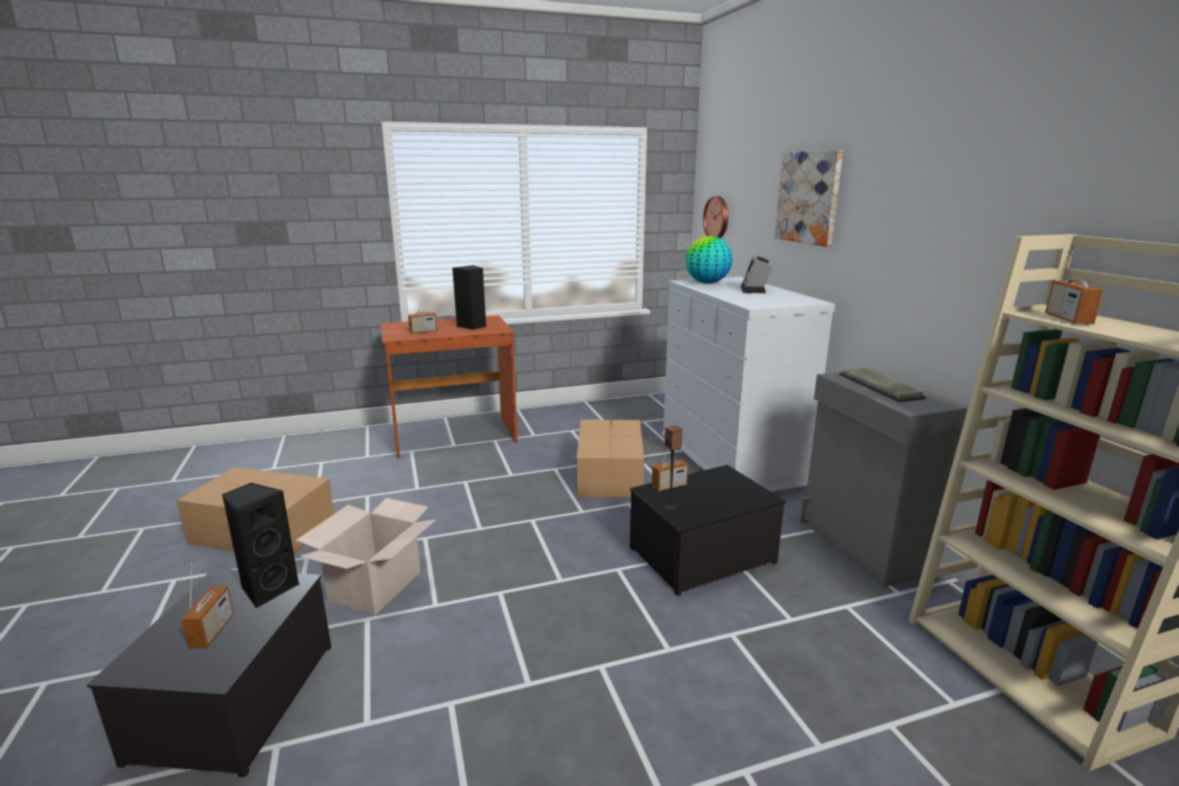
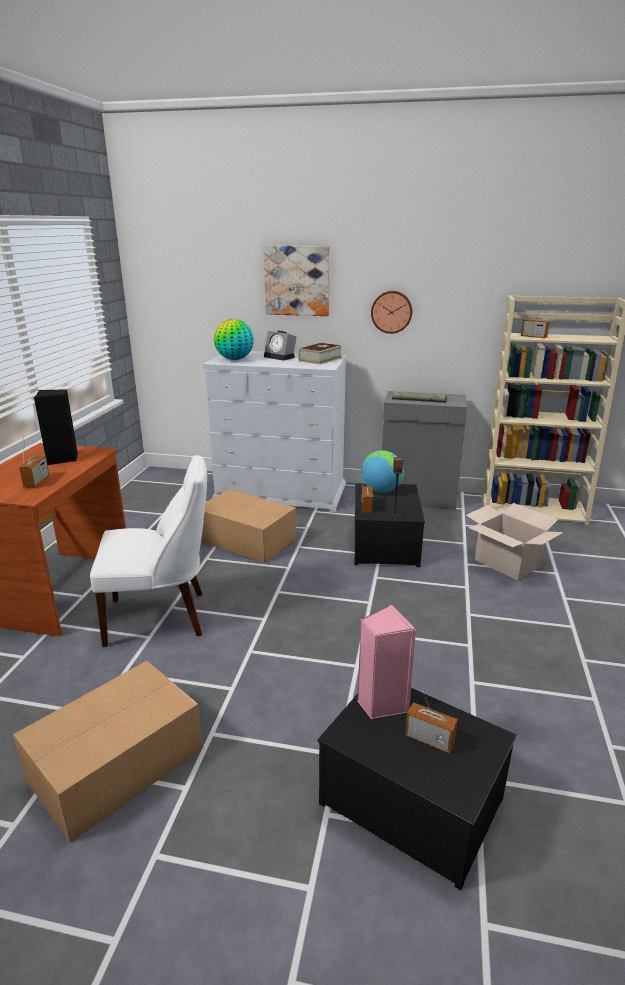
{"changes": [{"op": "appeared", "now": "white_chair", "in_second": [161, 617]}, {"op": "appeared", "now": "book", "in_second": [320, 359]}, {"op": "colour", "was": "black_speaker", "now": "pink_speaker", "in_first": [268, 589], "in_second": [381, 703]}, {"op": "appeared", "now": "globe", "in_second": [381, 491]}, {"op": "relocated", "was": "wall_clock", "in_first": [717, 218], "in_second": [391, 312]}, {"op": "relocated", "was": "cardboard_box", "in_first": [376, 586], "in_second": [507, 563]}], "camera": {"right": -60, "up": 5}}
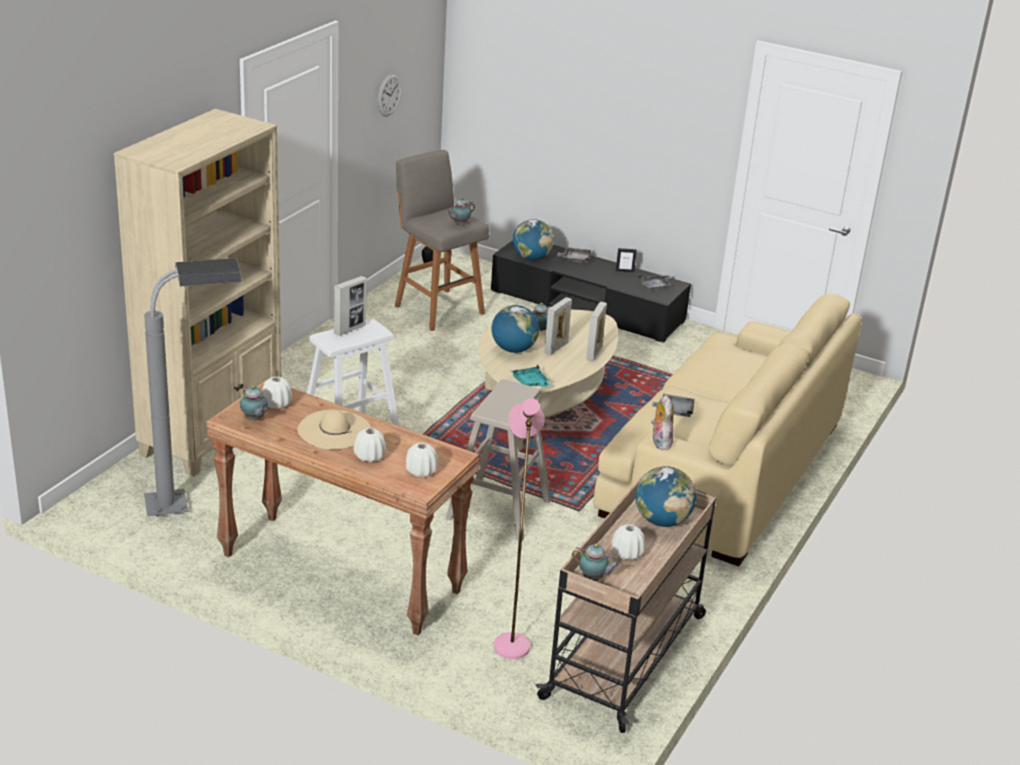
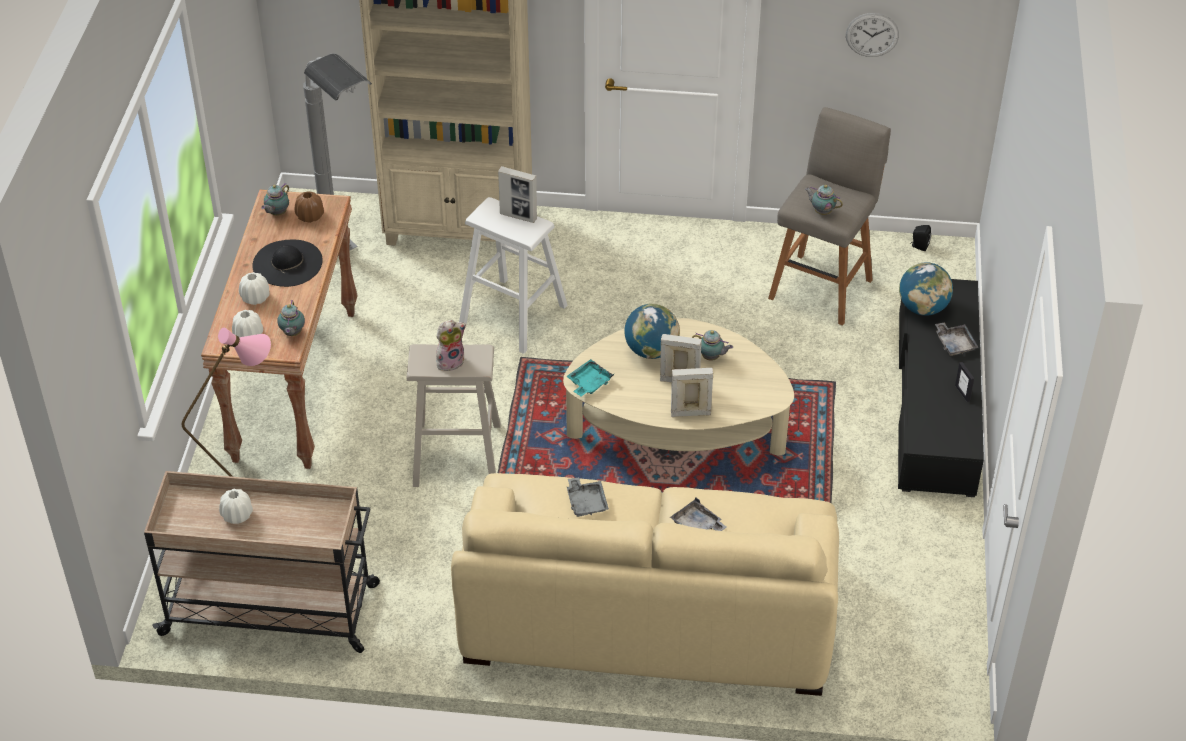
{"changes": [{"op": "colour", "was": "beige_hat", "now": "black_hat", "in_first": [334, 430], "in_second": [287, 263]}, {"op": "relocated", "was": "teapot", "in_first": [593, 579], "in_second": [292, 333]}, {"op": "colour", "was": "white_vase", "now": "brown_vase", "in_first": [276, 404], "in_second": [310, 216]}, {"op": "relocated", "was": "plush_toy", "in_first": [659, 442], "in_second": [450, 361]}, {"op": "relocated", "was": "grey_tray", "in_first": [655, 287], "in_second": [697, 525]}, {"op": "missing", "was": "globe", "in_first": [662, 521]}], "camera": {"right": 70, "up": 15}}
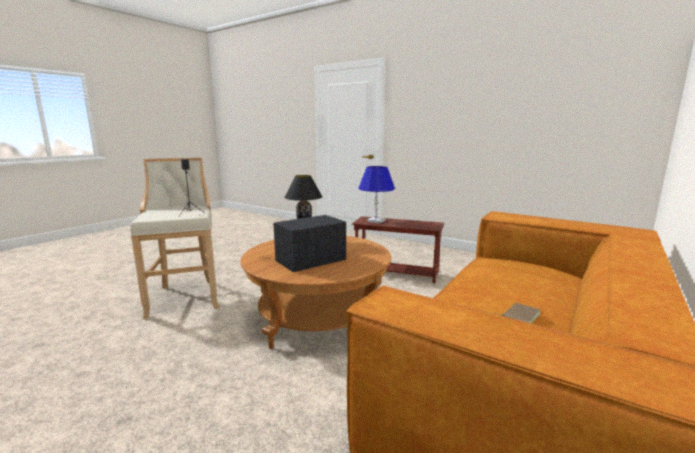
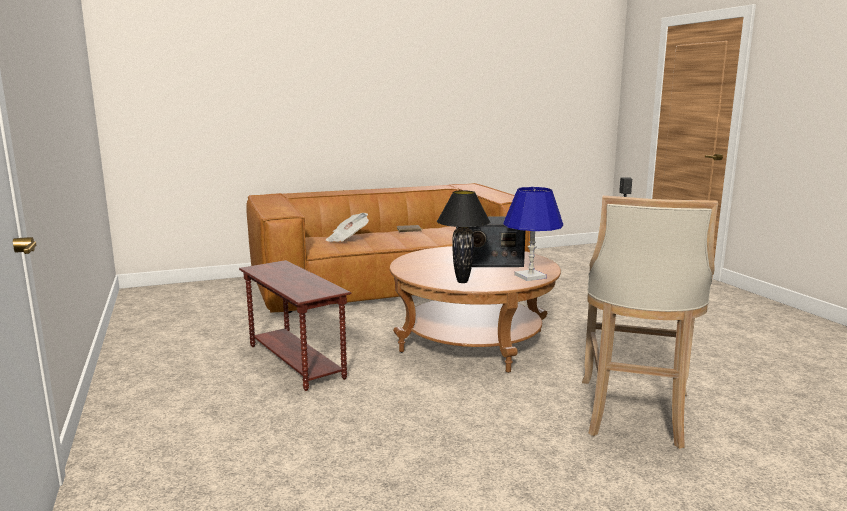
{"changes": [{"op": "appeared", "now": "newspaper", "in_second": [347, 239]}, {"op": "relocated", "was": "blue_table_lamp", "in_first": [376, 221], "in_second": [530, 276]}], "camera": {"right": -145, "up": 0}}
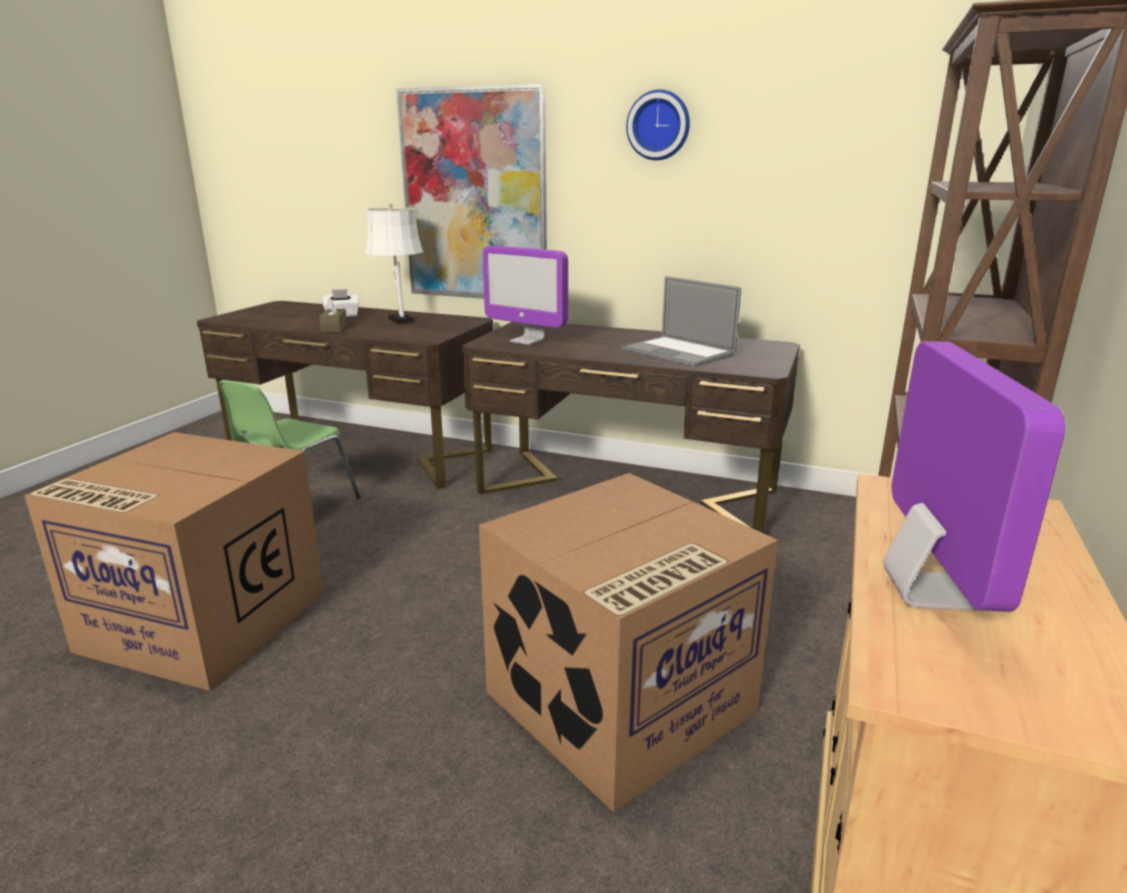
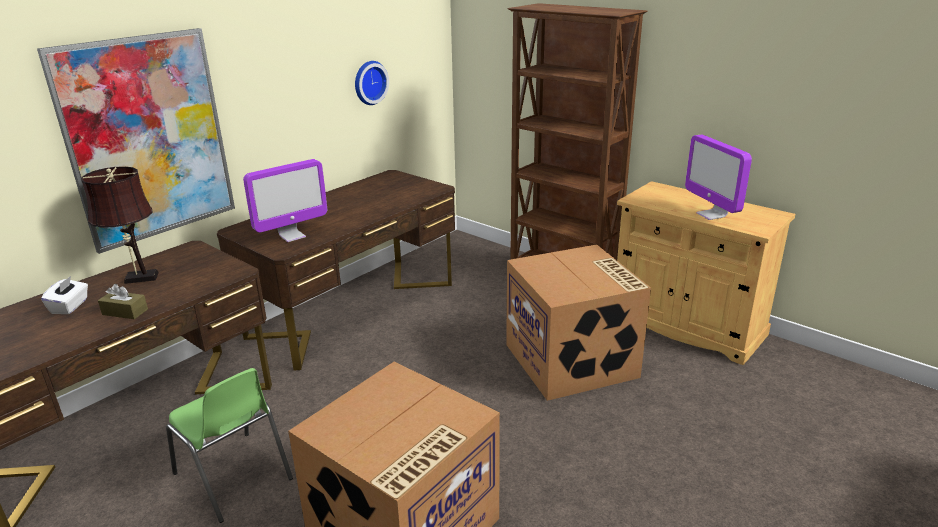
{"changes": [{"op": "colour", "was": "white_table_lamp", "now": "brown_table_lamp", "in_first": [400, 319], "in_second": [138, 278]}, {"op": "relocated", "was": "wall_clock", "in_first": [659, 125], "in_second": [369, 82]}, {"op": "spun", "was": "monitor", "in_first": [926, 591], "in_second": [711, 215], "clockwise": -135}, {"op": "missing", "was": "laptop", "in_first": [678, 352]}], "camera": {"right": -70, "up": 5}}
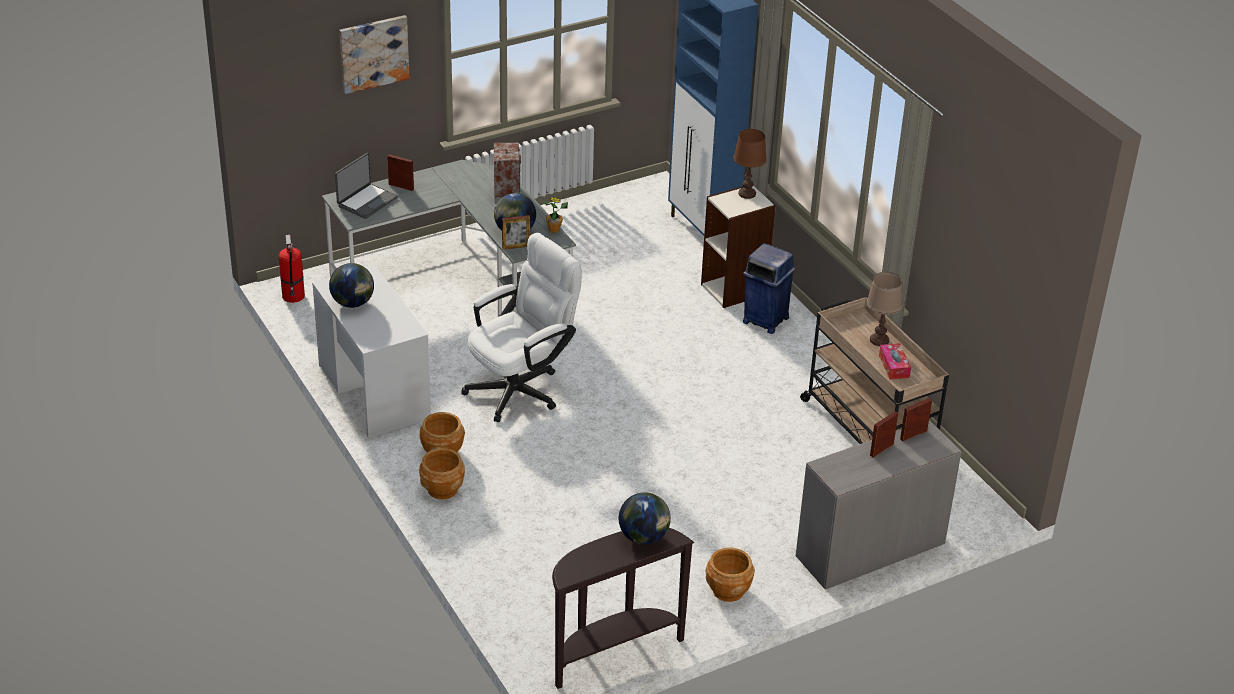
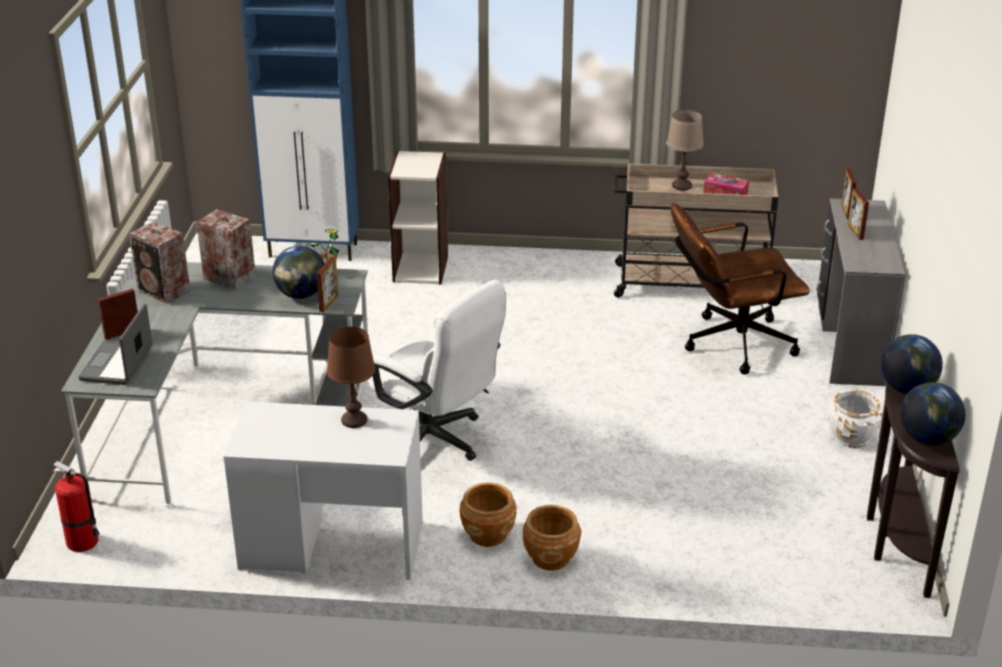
{"changes": [{"op": "spun", "was": "laptop", "in_first": [366, 201], "in_second": [118, 365], "clockwise": -150}, {"op": "appeared", "now": "speaker", "in_second": [164, 291]}, {"op": "relocated", "was": "brown_table_lamp", "in_first": [747, 193], "in_second": [354, 420]}, {"op": "spun", "was": "white_office_chair", "in_first": [522, 388], "in_second": [435, 442], "clockwise": 135}, {"op": "appeared", "now": "brown_office_chair", "in_second": [729, 344]}, {"op": "colour", "was": "brown_planter", "now": "white_planter", "in_first": [728, 590], "in_second": [851, 437]}, {"op": "relocated", "was": "globe", "in_first": [353, 303], "in_second": [928, 438]}, {"op": "missing", "was": "picture", "in_first": [373, 53]}, {"op": "missing", "was": "blue_trash_can", "in_first": [765, 319]}], "camera": {"right": -55, "up": -5}}
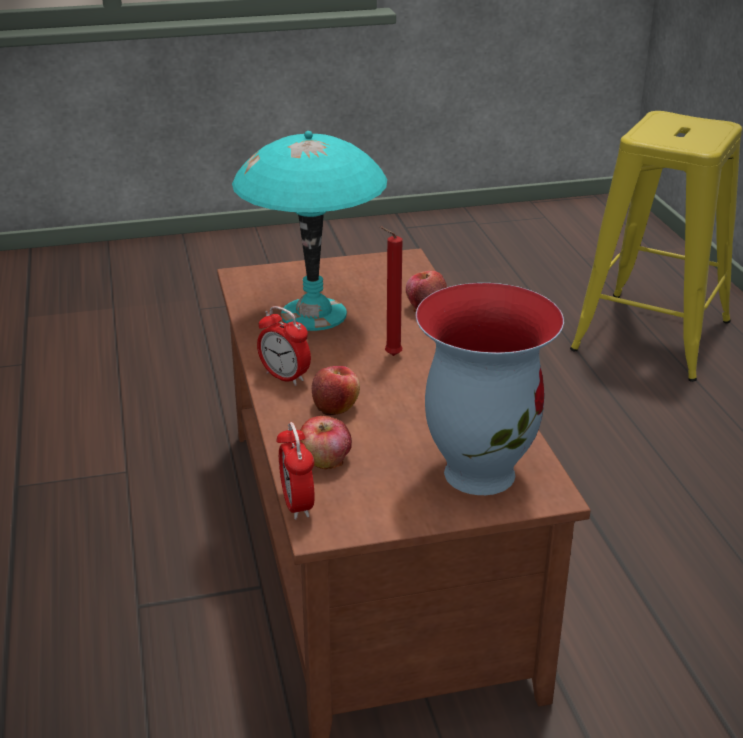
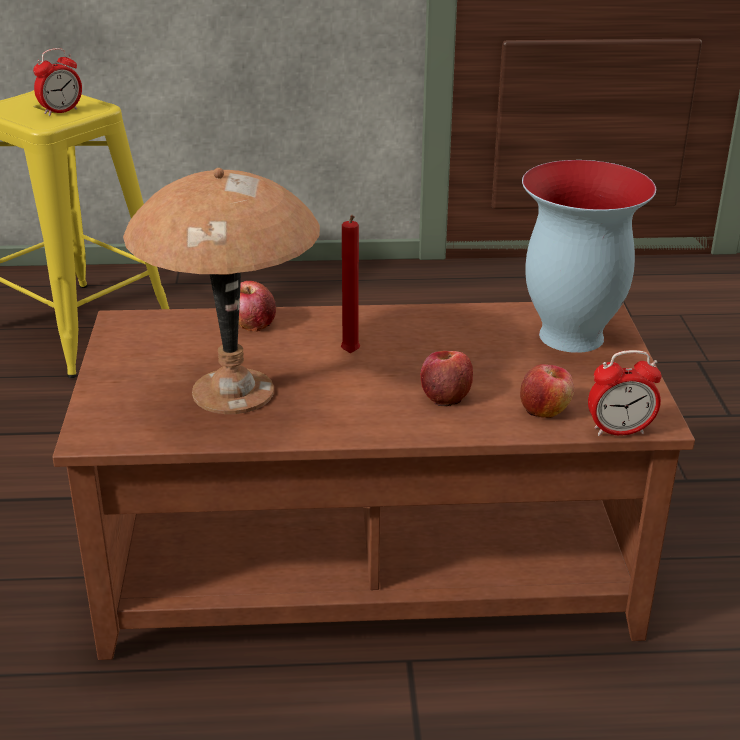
{"changes": [{"op": "relocated", "was": "alarm_clock", "in_first": [285, 377], "in_second": [61, 111]}, {"op": "colour", "was": "turquoise_table_lamp", "now": "brown_table_lamp", "in_first": [313, 315], "in_second": [234, 392]}], "camera": {"right": -80, "up": 0}}
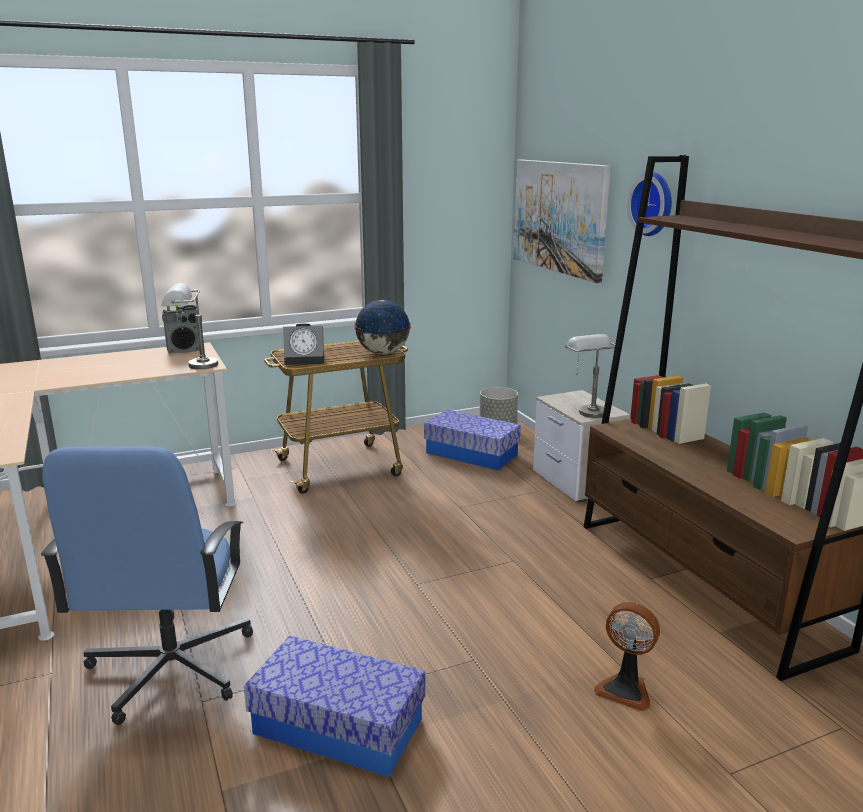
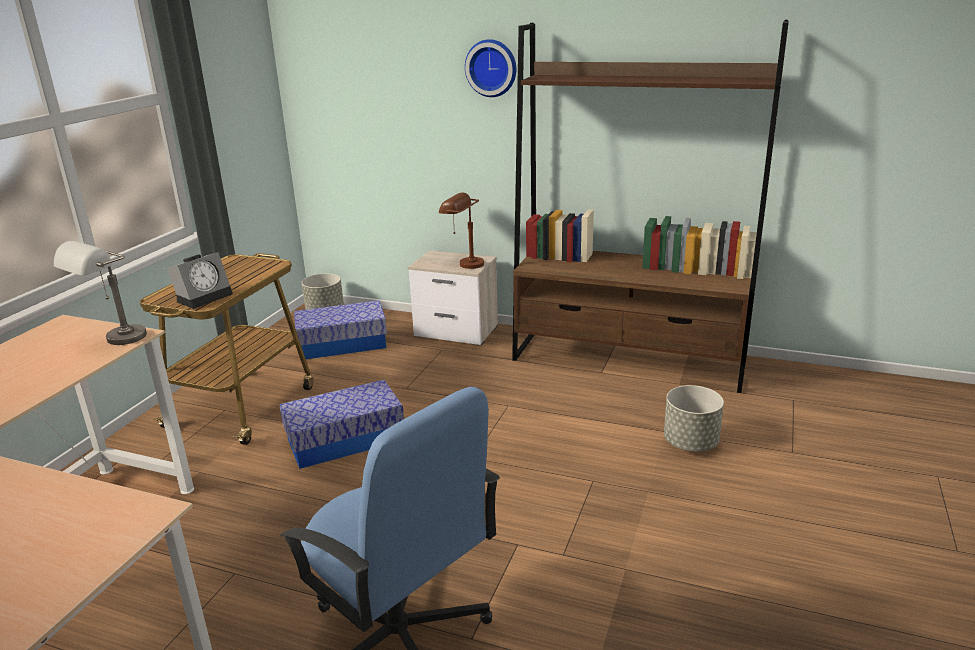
{"changes": [{"op": "relocated", "was": "storage_box", "in_first": [337, 726], "in_second": [345, 440]}, {"op": "colour", "was": "grey_table_lamp", "now": "brown_table_lamp", "in_first": [586, 410], "in_second": [463, 263]}, {"op": "exchanged", "was": "fan", "now": "grey_planter", "in_first": [625, 689], "in_second": [690, 443]}, {"op": "missing", "was": "radio", "in_first": [185, 350]}, {"op": "missing", "was": "globe", "in_first": [382, 353]}, {"op": "missing", "was": "picture", "in_first": [559, 217]}], "camera": {"right": -45, "up": 5}}
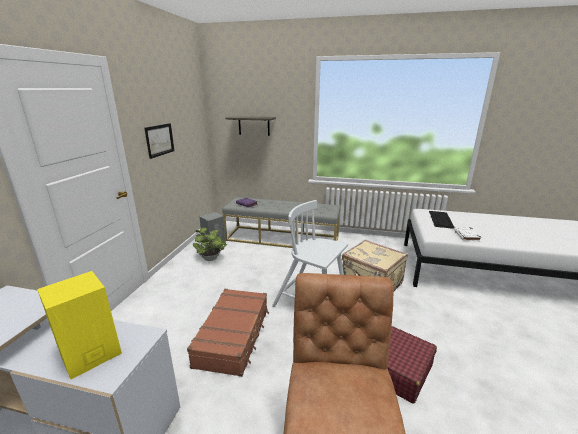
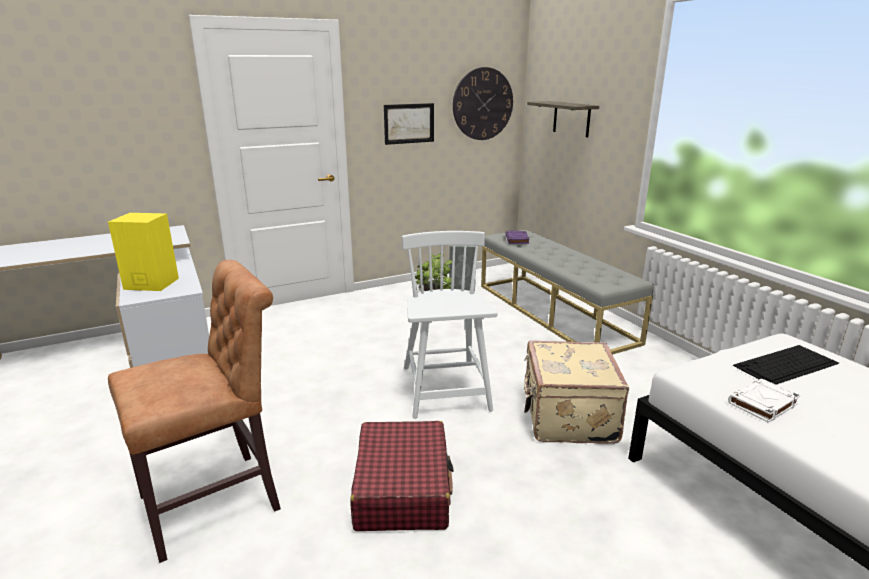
{"changes": [{"op": "appeared", "now": "wall_clock", "in_second": [483, 104]}, {"op": "missing", "was": "brown_suitcase", "in_first": [234, 336]}], "camera": {"right": 50, "up": 0}}
